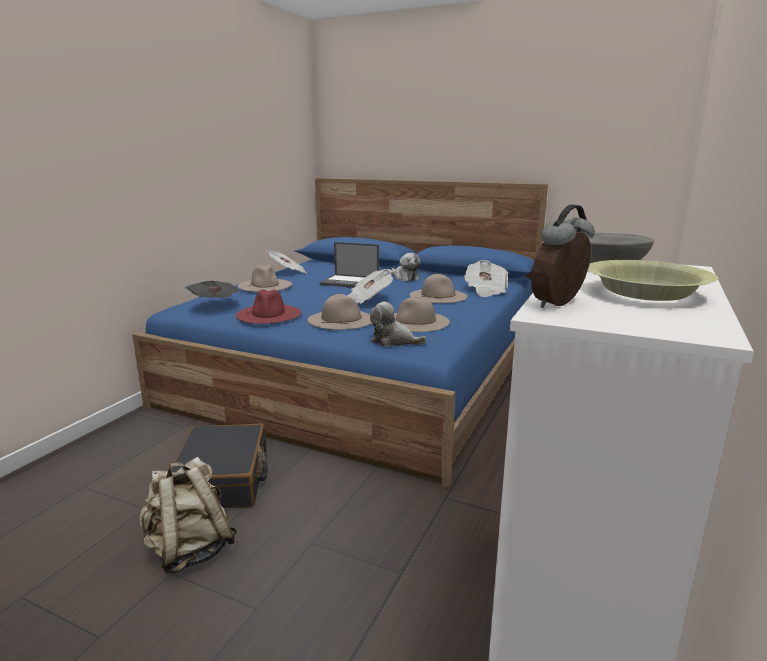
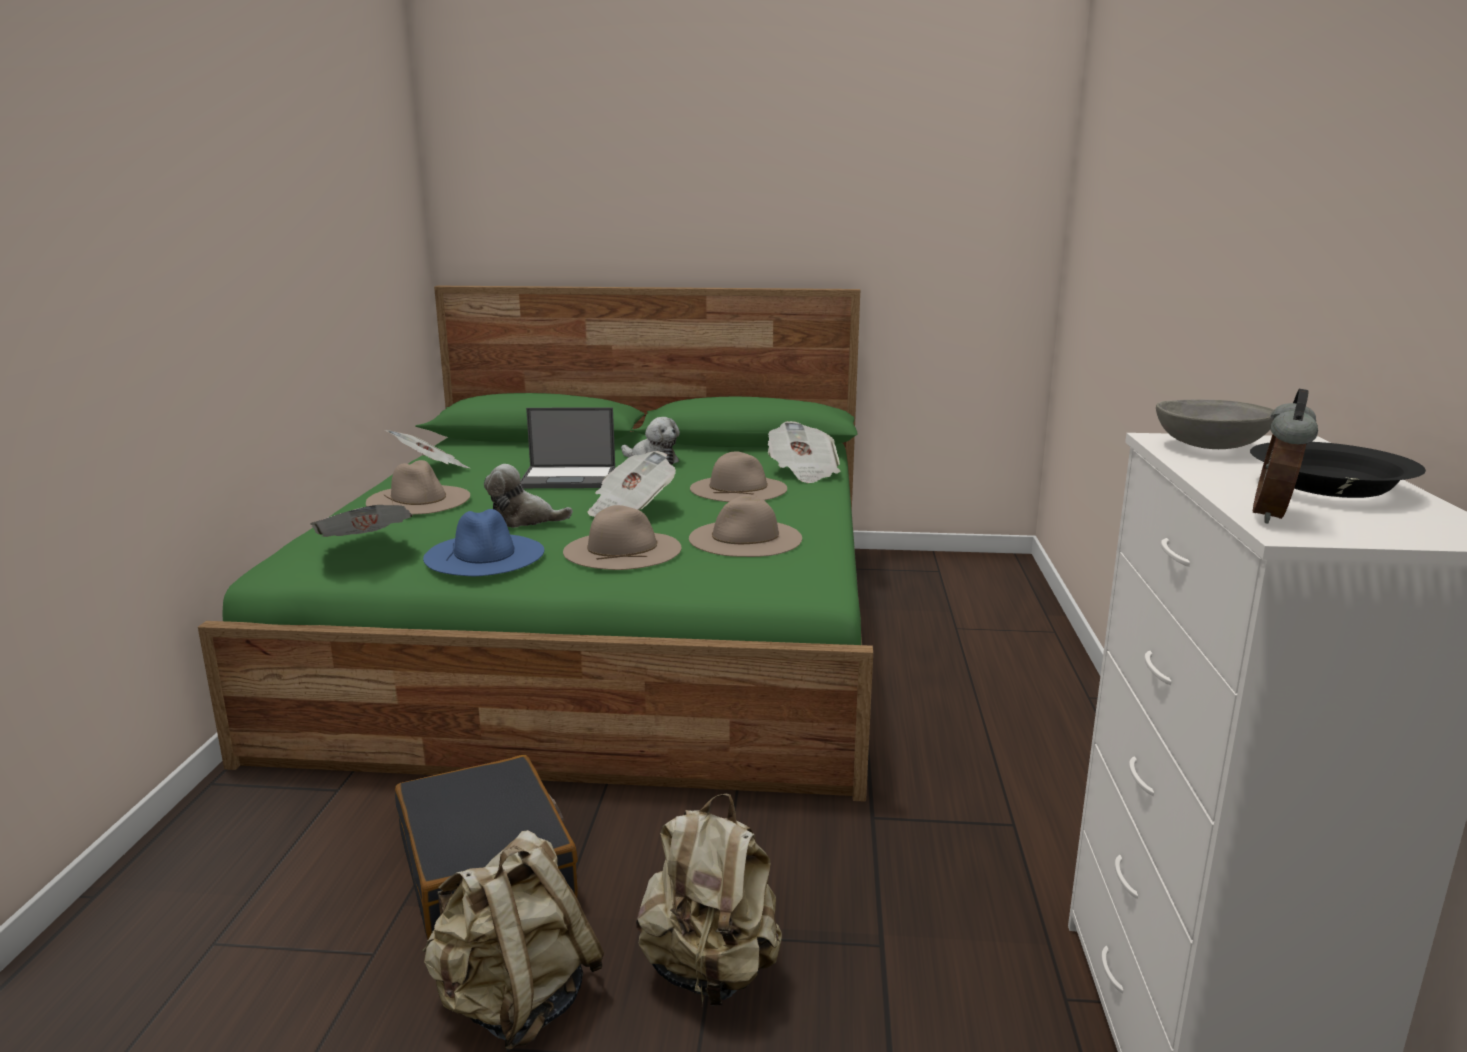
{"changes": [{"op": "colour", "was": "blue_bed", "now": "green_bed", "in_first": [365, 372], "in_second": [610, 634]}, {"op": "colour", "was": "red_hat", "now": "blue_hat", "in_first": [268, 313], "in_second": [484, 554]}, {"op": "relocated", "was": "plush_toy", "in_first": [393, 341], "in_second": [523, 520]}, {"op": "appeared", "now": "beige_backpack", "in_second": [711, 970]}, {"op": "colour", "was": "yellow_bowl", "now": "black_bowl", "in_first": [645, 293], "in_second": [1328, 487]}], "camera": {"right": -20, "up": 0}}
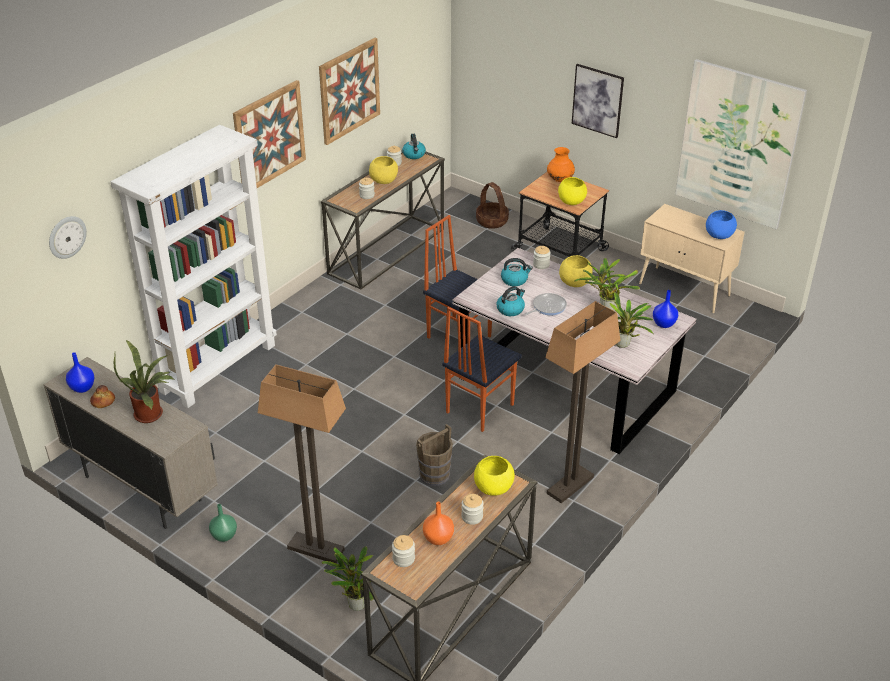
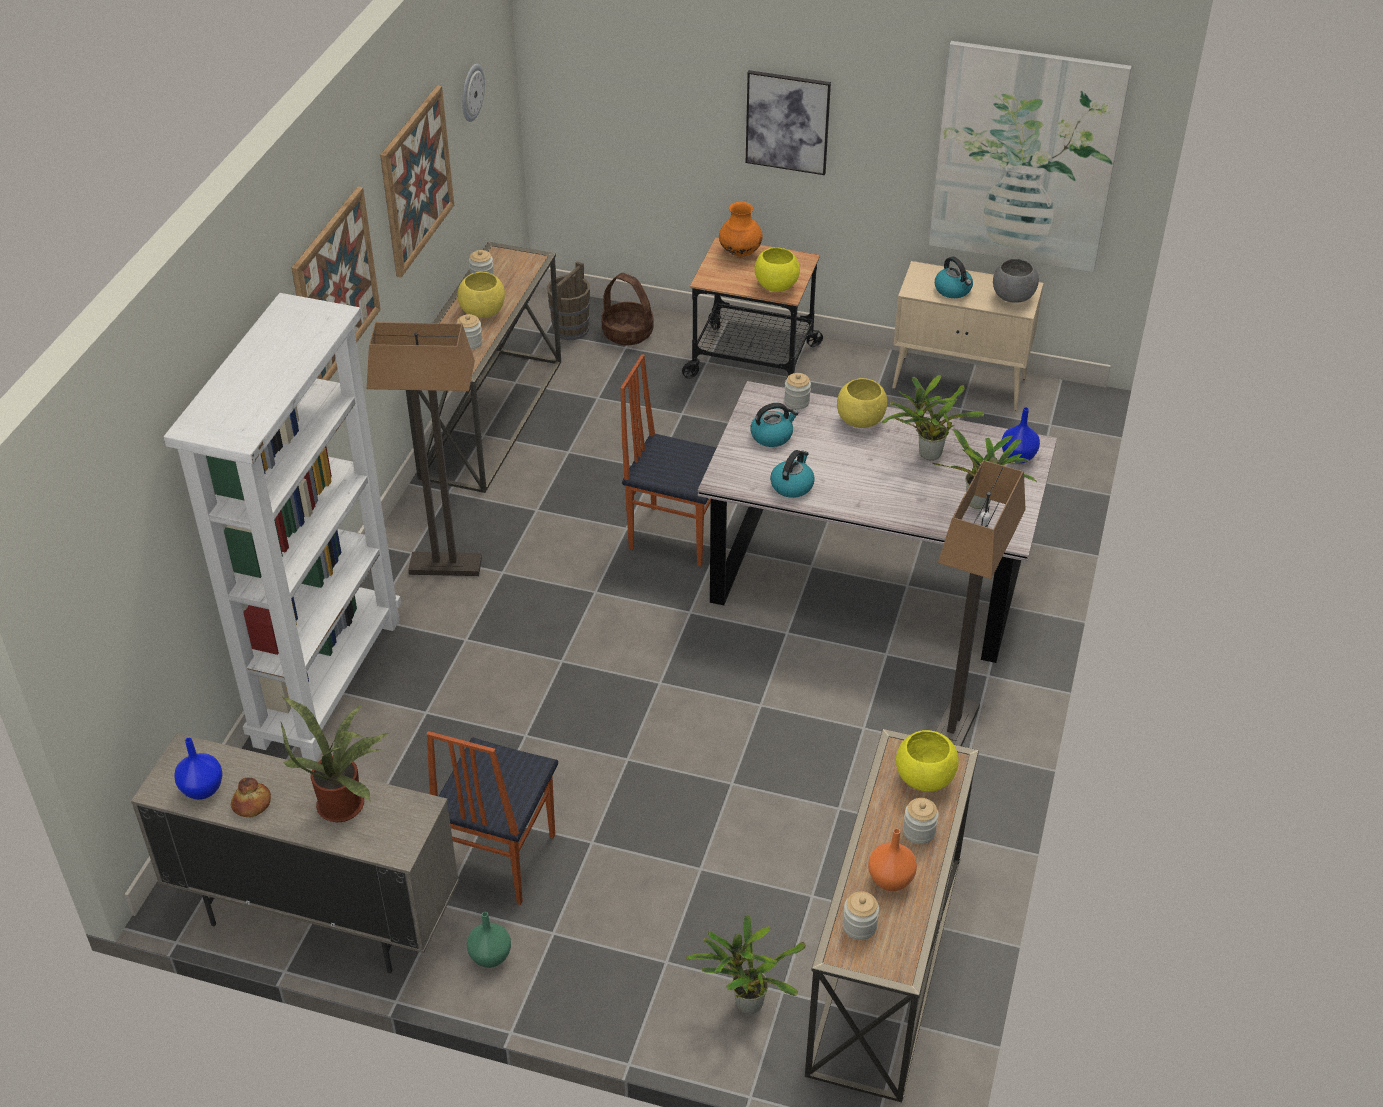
{"changes": [{"op": "relocated", "was": "floor_lamp", "in_first": [315, 549], "in_second": [445, 566]}, {"op": "relocated", "was": "chair", "in_first": [478, 408], "in_second": [499, 859]}, {"op": "relocated", "was": "wall_clock", "in_first": [66, 237], "in_second": [471, 92]}, {"op": "relocated", "was": "brown_bucket", "in_first": [435, 475], "in_second": [571, 329]}, {"op": "relocated", "was": "kettle", "in_first": [414, 155], "in_second": [953, 290]}, {"op": "colour", "was": "blue_bowl", "now": "grey_bowl", "in_first": [719, 236], "in_second": [1013, 298]}, {"op": "missing", "was": "frying_pan", "in_first": [547, 307]}], "camera": {"right": -20, "up": 5}}
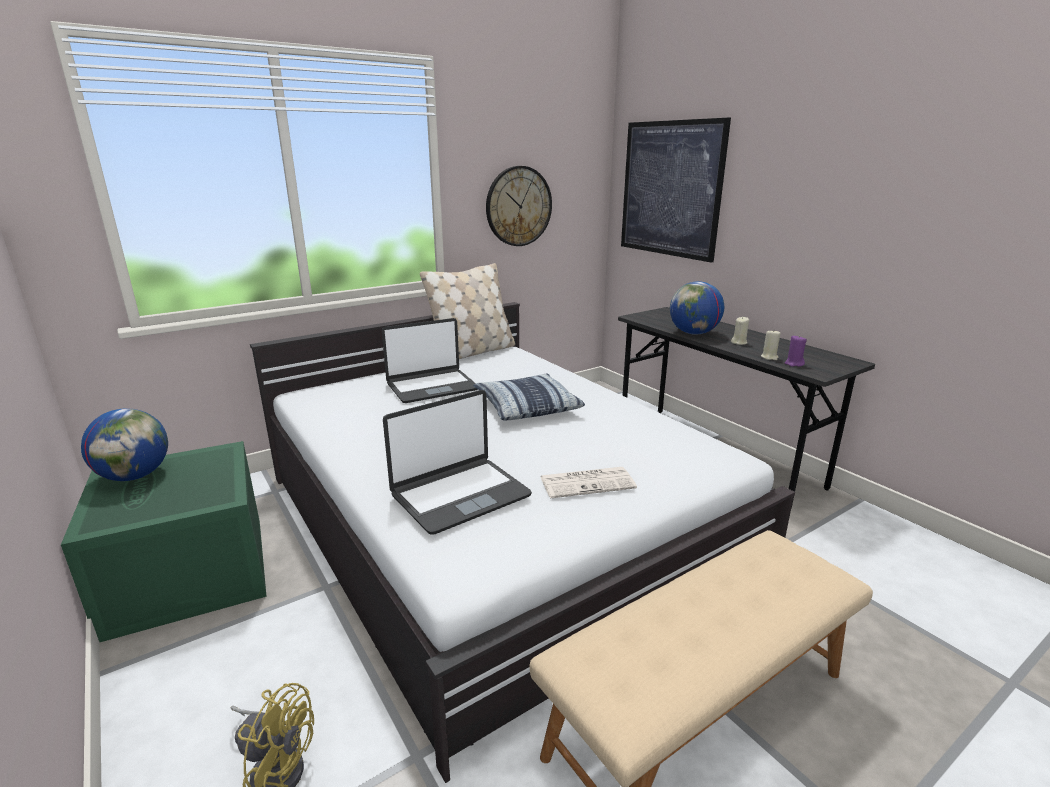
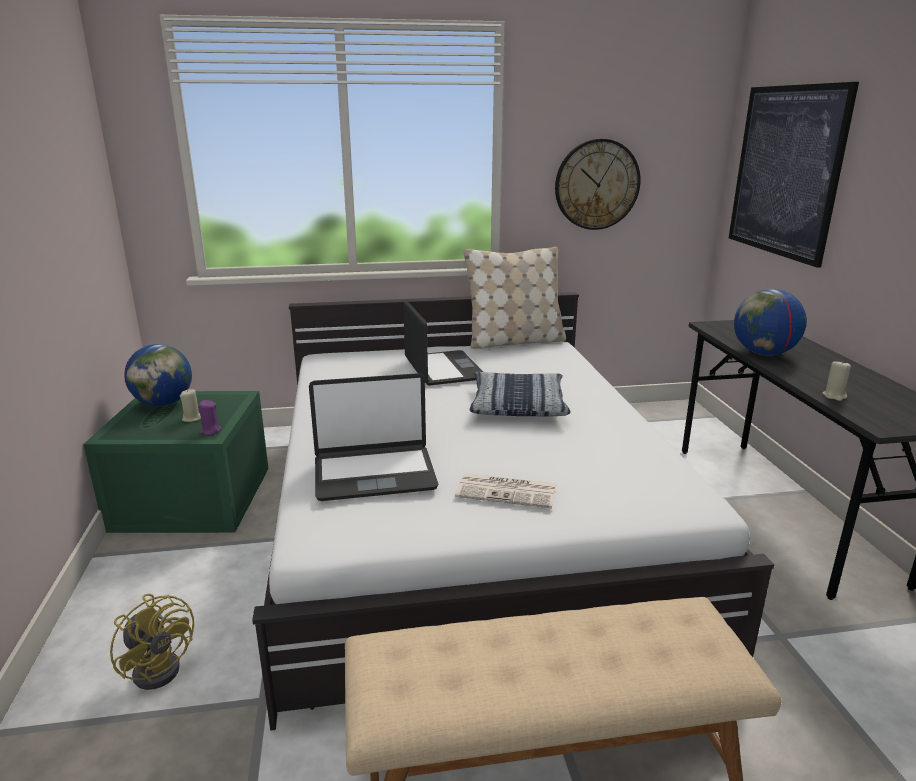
{"changes": [{"op": "relocated", "was": "beige_candle", "in_first": [739, 342], "in_second": [192, 418]}, {"op": "relocated", "was": "purple_candle", "in_first": [794, 364], "in_second": [210, 431]}, {"op": "spun", "was": "laptop", "in_first": [432, 387], "in_second": [443, 369], "clockwise": -105}], "camera": {"right": 25, "up": 0}}
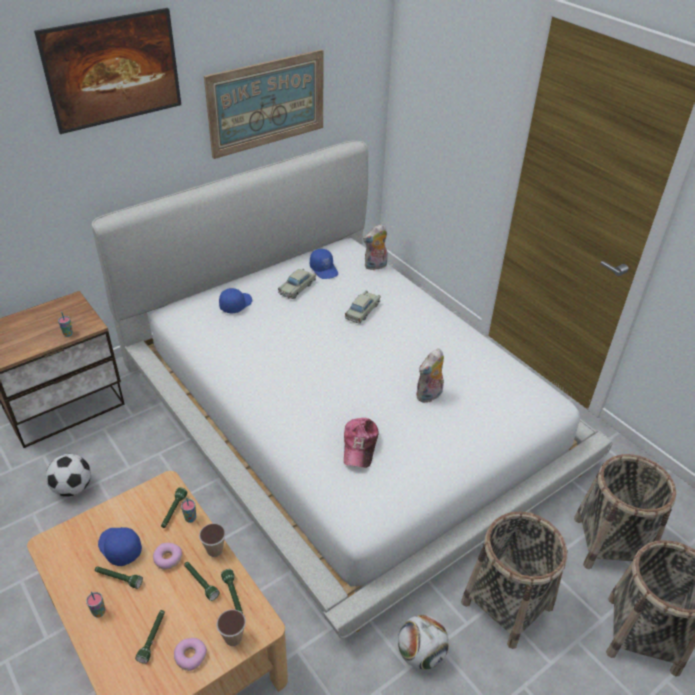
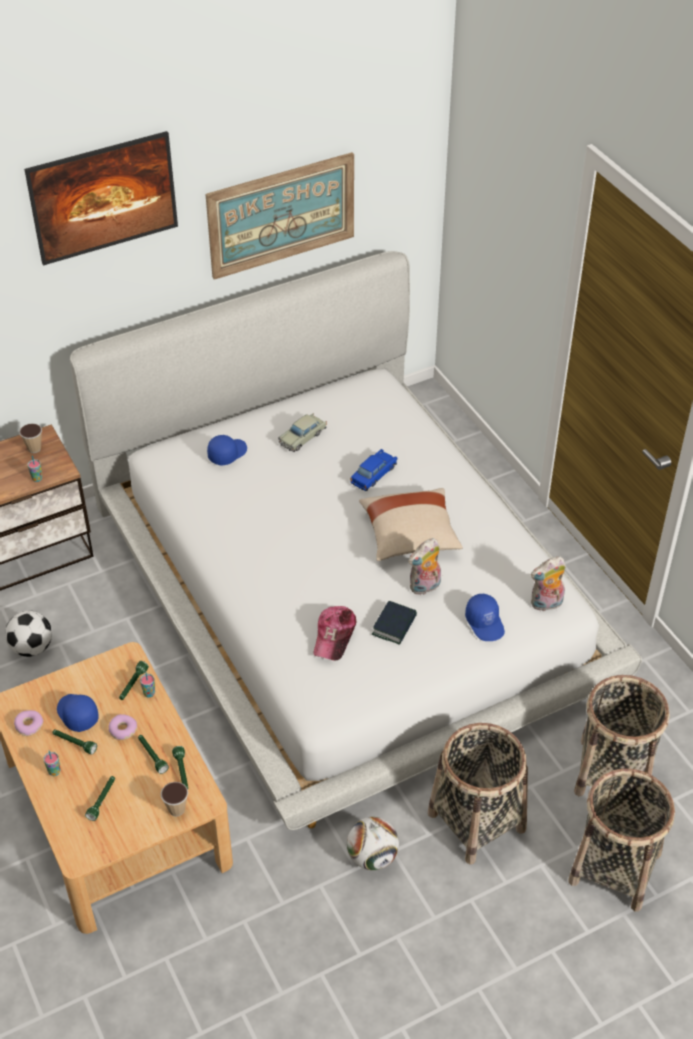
{"changes": [{"op": "relocated", "was": "donut", "in_first": [190, 656], "in_second": [29, 725]}, {"op": "relocated", "was": "cup", "in_first": [215, 550], "in_second": [34, 448]}, {"op": "colour", "was": "beige_toy_car", "now": "blue_toy_car", "in_first": [362, 311], "in_second": [373, 475]}, {"op": "appeared", "now": "beige_pillow", "in_second": [410, 536]}, {"op": "appeared", "now": "book", "in_second": [394, 626]}, {"op": "relocated", "was": "blue_cap", "in_first": [324, 269], "in_second": [485, 623]}, {"op": "relocated", "was": "plush_toy", "in_first": [375, 266], "in_second": [546, 604]}], "camera": {"right": 10, "up": 5}}
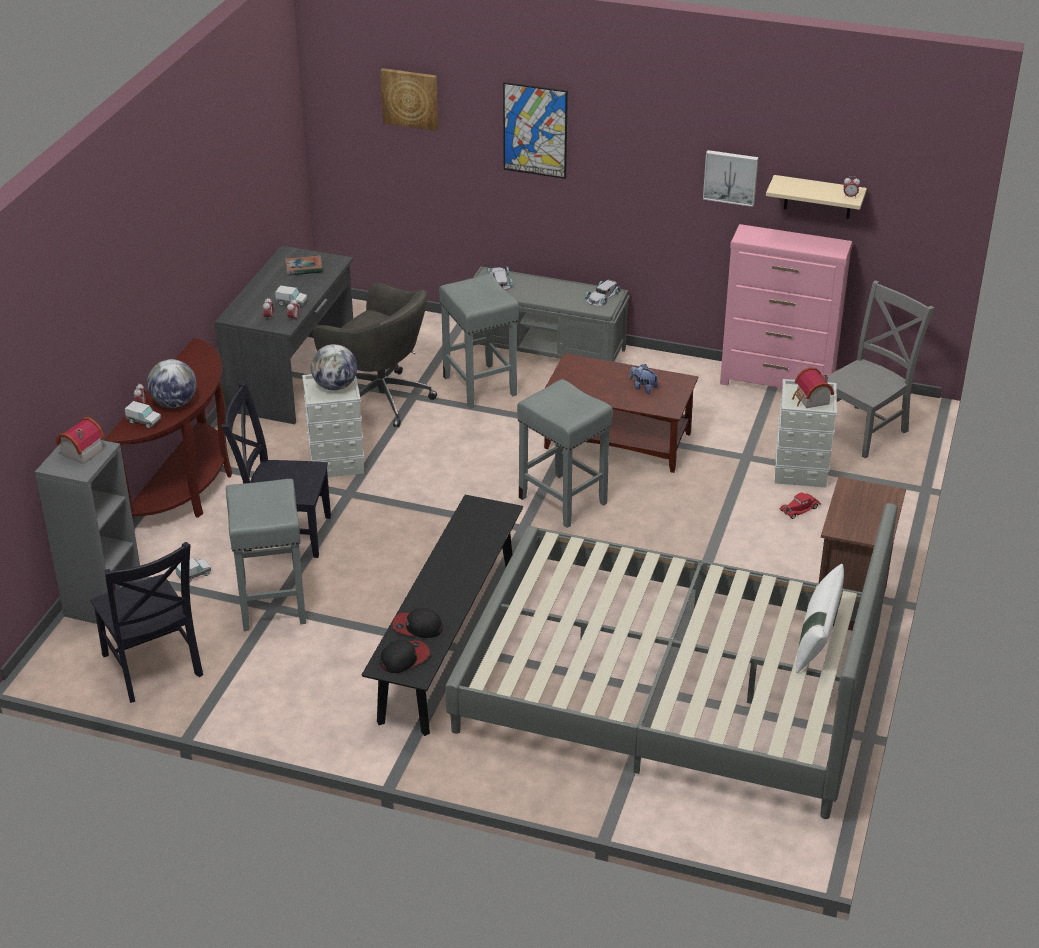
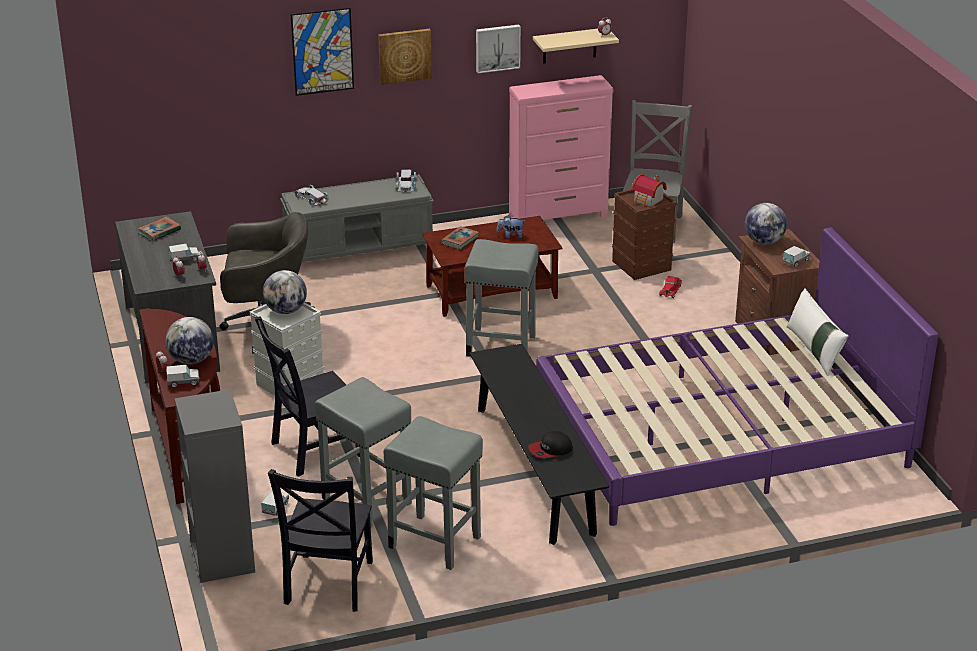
{"changes": [{"op": "spun", "was": "black_chair", "in_first": [153, 668], "in_second": [327, 585], "clockwise": 75}, {"op": "relocated", "was": "picture", "in_first": [410, 98], "in_second": [404, 55]}, {"op": "relocated", "was": "grey_stool", "in_first": [480, 386], "in_second": [436, 542]}, {"op": "appeared", "now": "book", "in_second": [460, 240]}, {"op": "colour", "was": "grey_bed", "now": "purple_bed", "in_first": [667, 689], "in_second": [722, 435]}, {"op": "colour", "was": "grey_storage_box", "now": "brown_storage_box", "in_first": [799, 469], "in_second": [640, 265]}, {"op": "appeared", "now": "globe", "in_second": [763, 242]}, {"op": "appeared", "now": "toy_truck", "in_second": [795, 261]}, {"op": "missing", "was": "toy_house", "in_first": [79, 452]}, {"op": "missing", "was": "cap", "in_first": [404, 658]}], "camera": {"right": -35, "up": -5}}
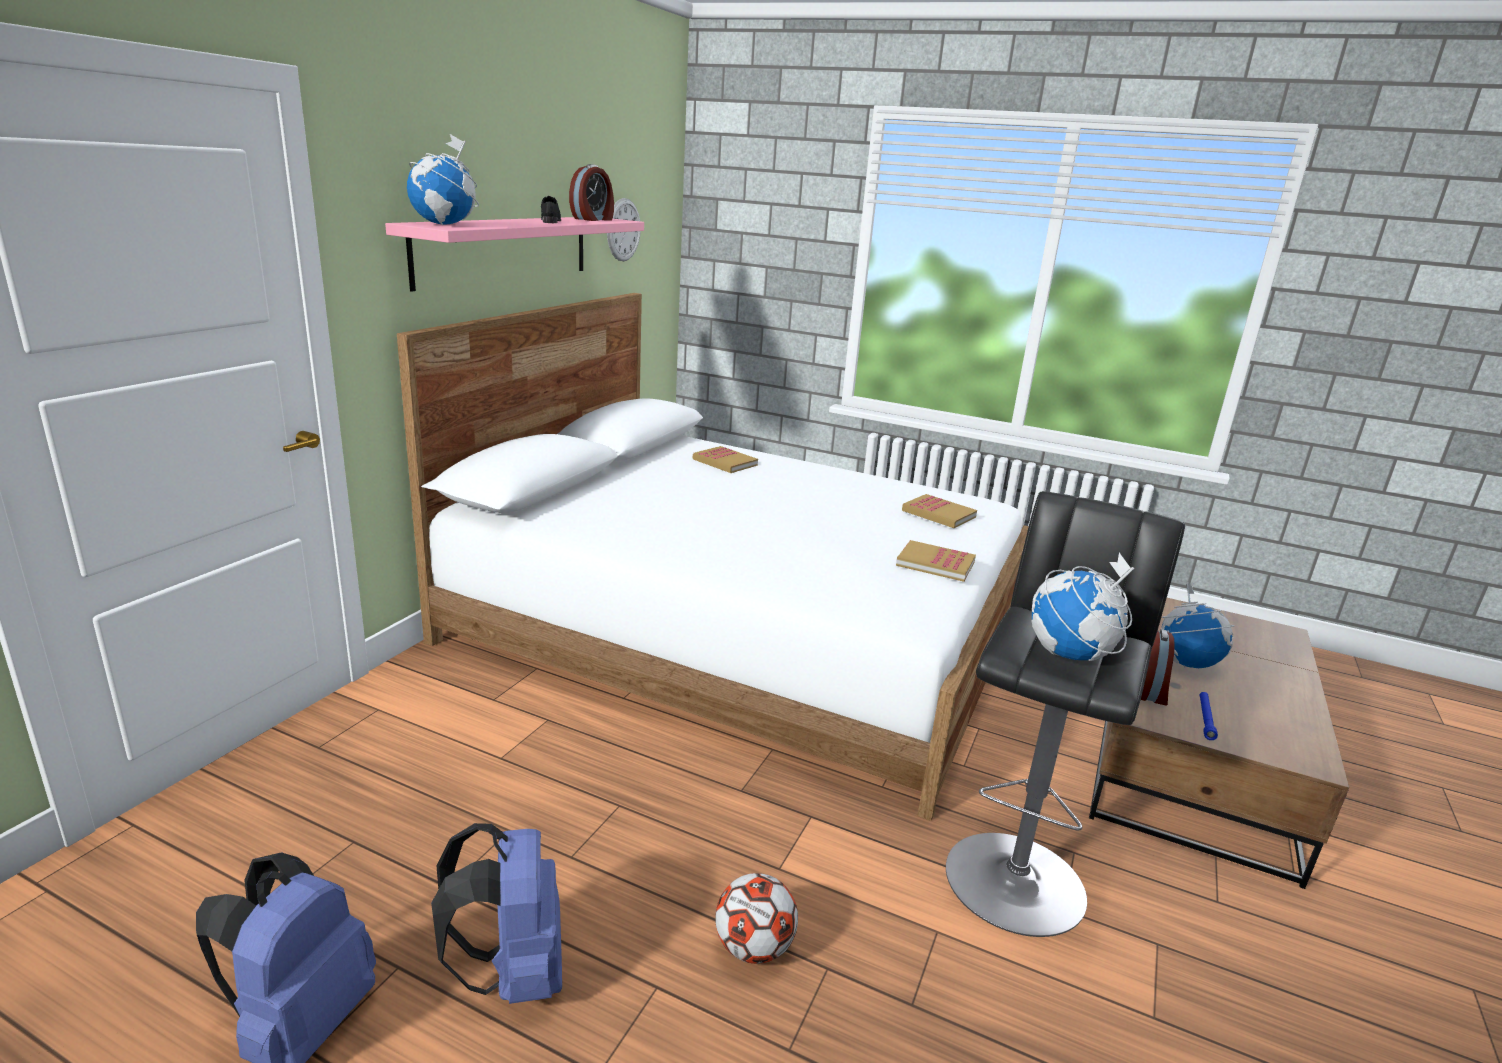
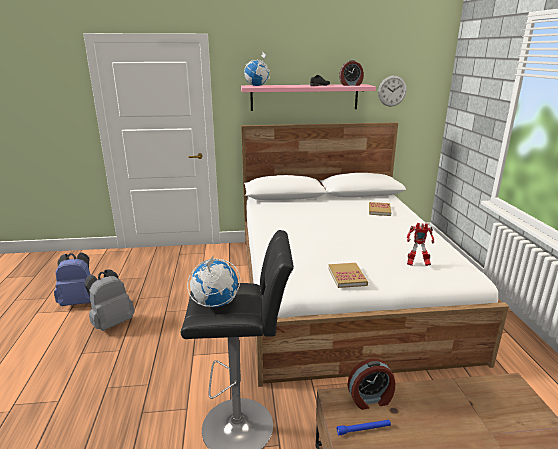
{"changes": [{"op": "colour", "was": "blue_backpack", "now": "grey_backpack", "in_first": [513, 972], "in_second": [112, 322]}, {"op": "exchanged", "was": "book", "now": "toy_robot", "in_first": [938, 514], "in_second": [417, 264]}, {"op": "missing", "was": "football", "in_first": [754, 948]}, {"op": "missing", "was": "globe", "in_first": [1186, 662]}], "camera": {"right": 60, "up": 0}}
